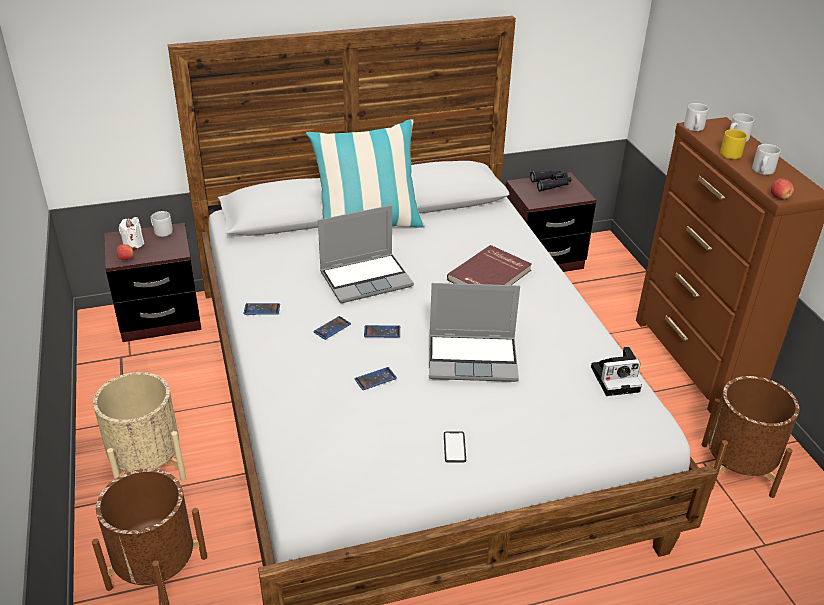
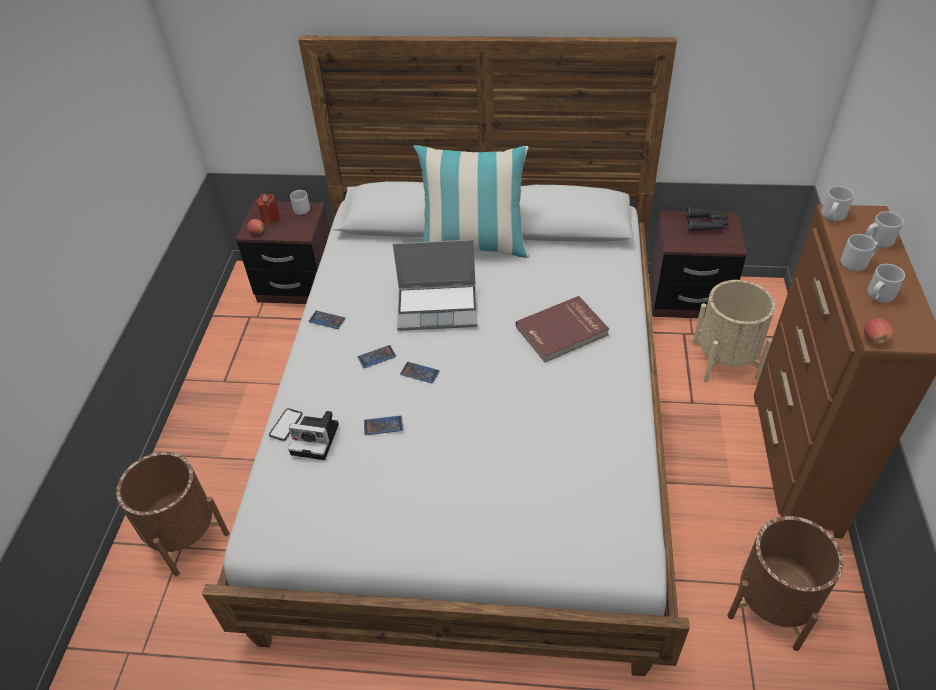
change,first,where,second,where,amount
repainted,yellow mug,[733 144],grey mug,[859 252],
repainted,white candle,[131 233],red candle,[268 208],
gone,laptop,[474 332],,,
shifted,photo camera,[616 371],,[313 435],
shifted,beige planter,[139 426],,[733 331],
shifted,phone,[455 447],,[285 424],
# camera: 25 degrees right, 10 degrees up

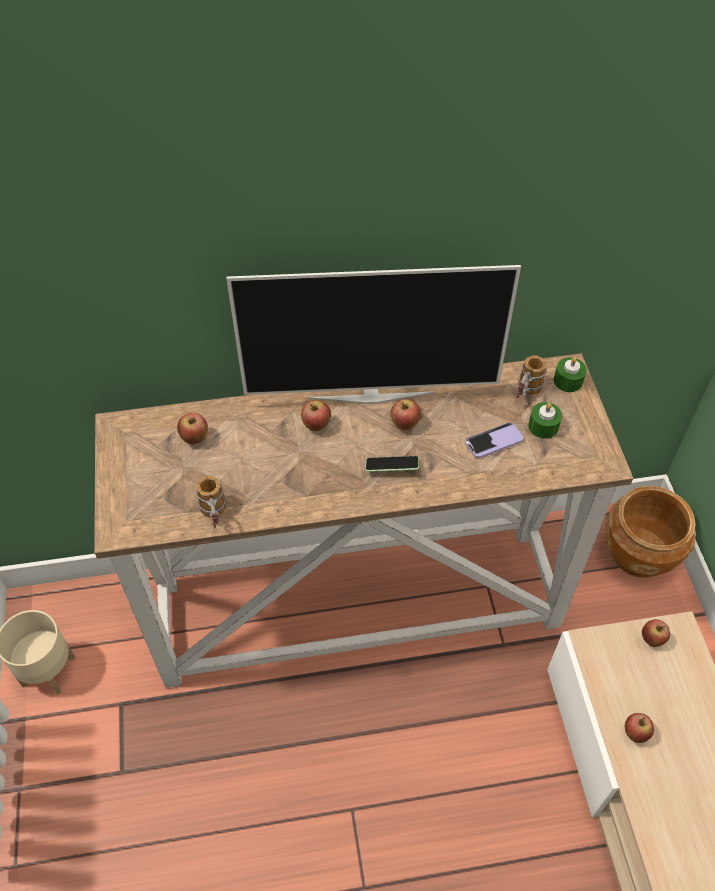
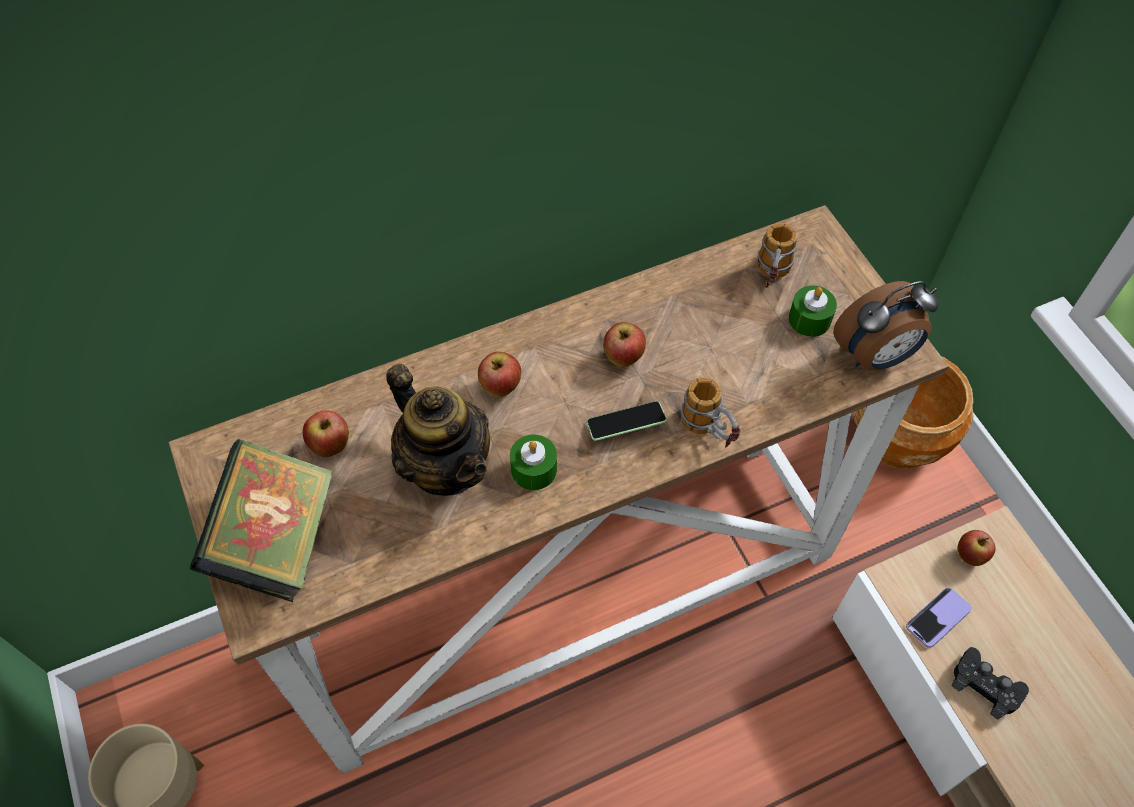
change,first,where,second,where,amount
gone,television,[373 334],,,
shifted,green candle,[570 374],,[533 462],
shifted,phone,[494 440],,[939 618],
shifted,mug,[211 502],,[711 412],
swapped,apple,[639 728],black game controller,[990 683],
new,,,alarm clock,[886 325],
new,,,teapot,[438 430],
new,,,book,[261 520],
# camera: 15 degrees left, 5 degrees up

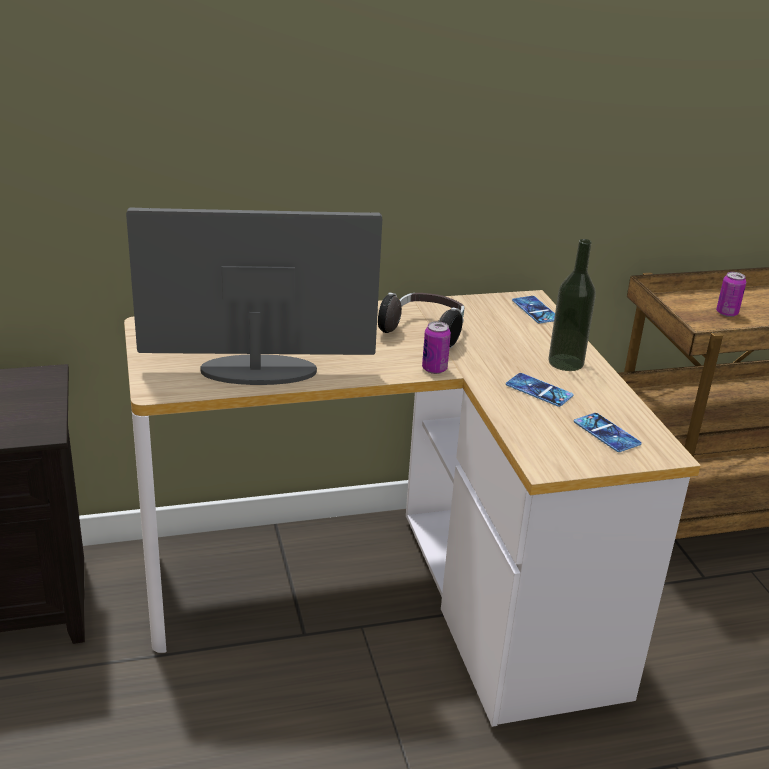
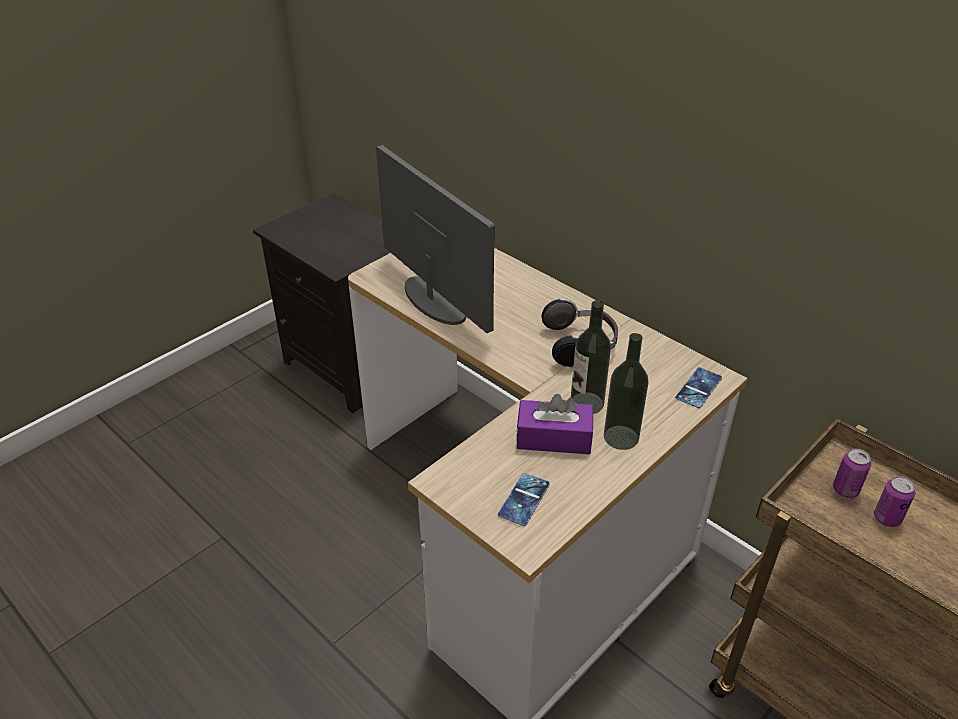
change,first,where,second,where,amount
shifted,can,[436 347],,[852 473],
swapped,phone,[540 390],purple tissue box,[555 424],
new,,,bottle,[591 357],
# camera: 60 degrees right, 10 degrees up

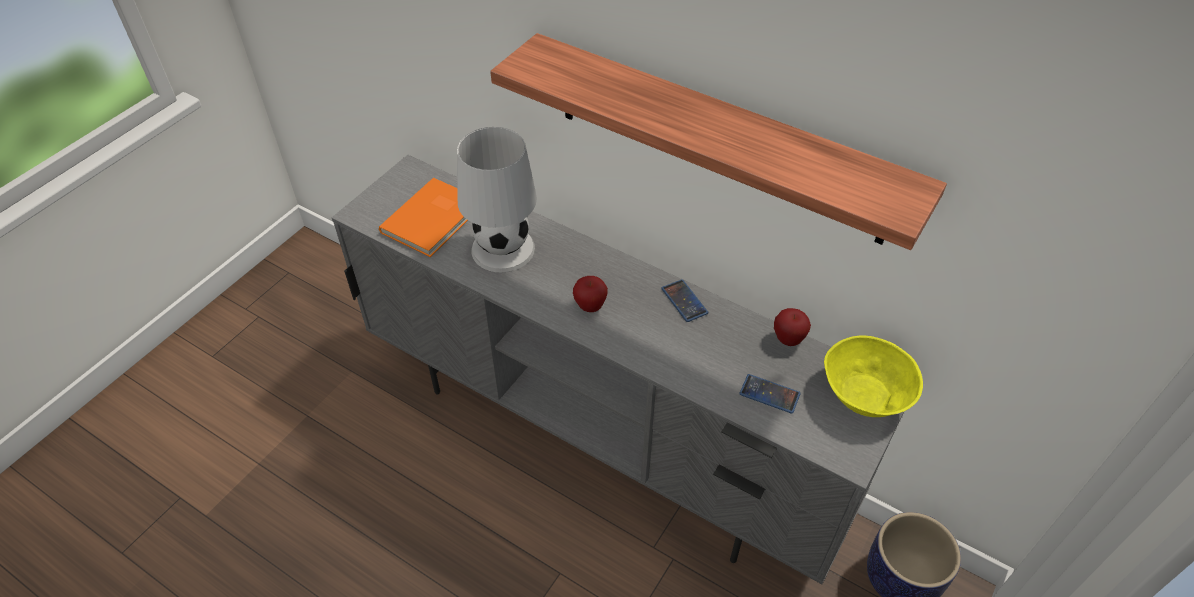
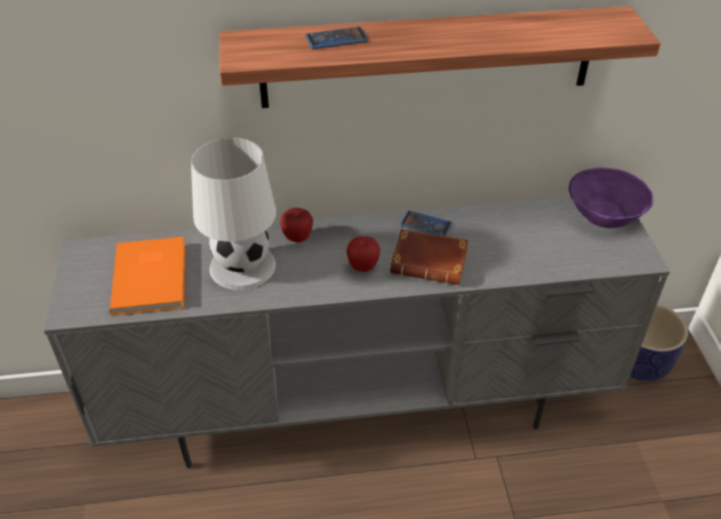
change,first,where,second,where,amount
shifted,apple,[792 327],,[296 225],
repainted,yellow bowl,[873 376],purple bowl,[611 197],
shifted,phone,[770 394],,[336 38],
new,,,brown book,[429 257],
# camera: 40 degrees left, 5 degrees down

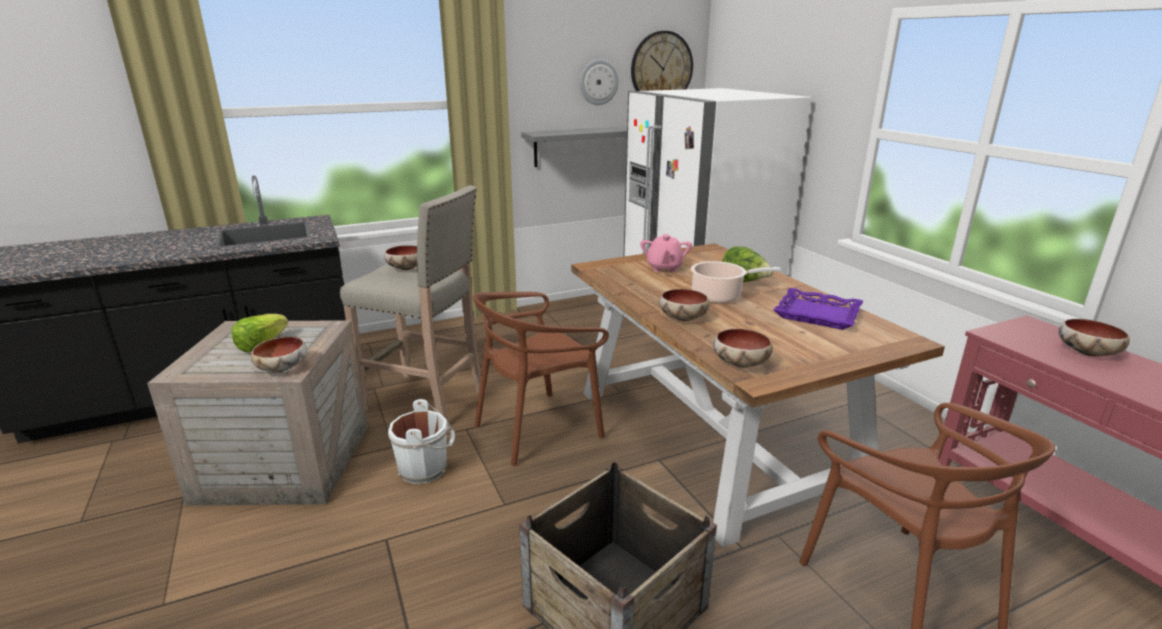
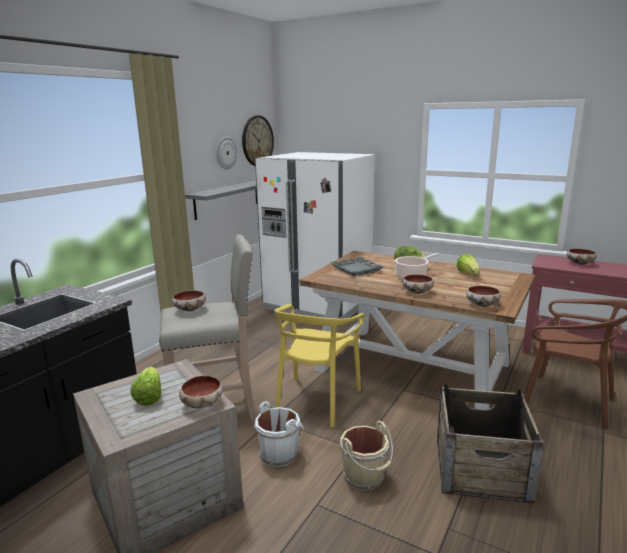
change,first,where,second,where,amount
swapped,pink teapot,[666 253],grey tray,[357 266],
swapped,purple tray,[818 309],lettuce,[468 264],
repainted,brown chair,[541 379],yellow chair,[319 365],
new,,,beige bucket,[366 456],
# camera: 35 degrees left, 5 degrees down

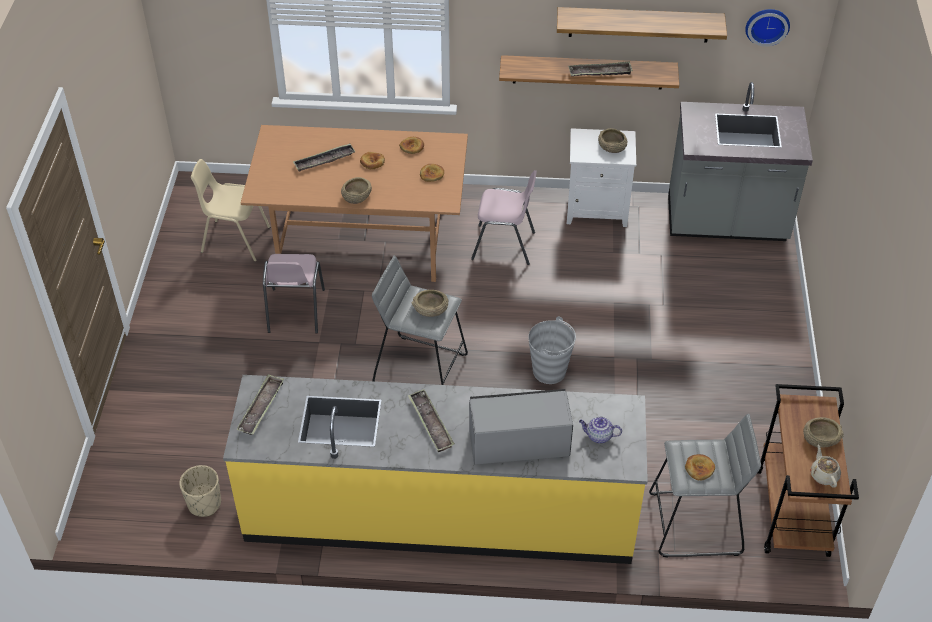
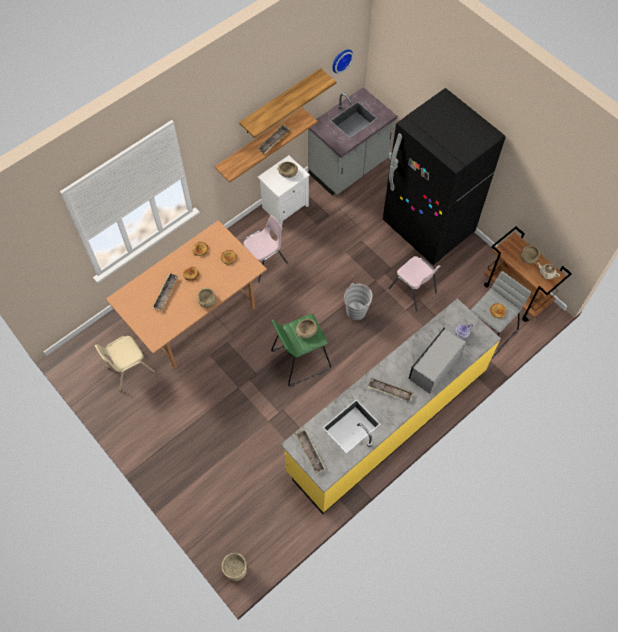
change,first,where,second,where,amount
shifted,pink chair,[294 294],,[414 283],
repainted,grey stool,[420 320],green stool,[301 350],
shifted,beige planter,[200 491],,[234 567],
new,,,black fridge,[444 176],
# camera: 45 degrees left, 15 degrees up

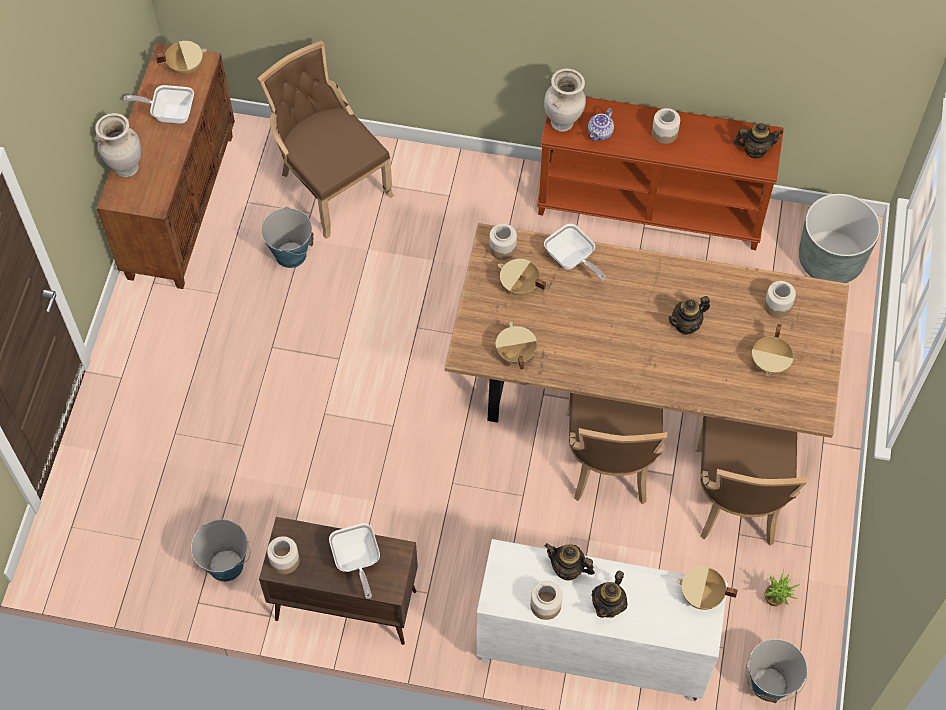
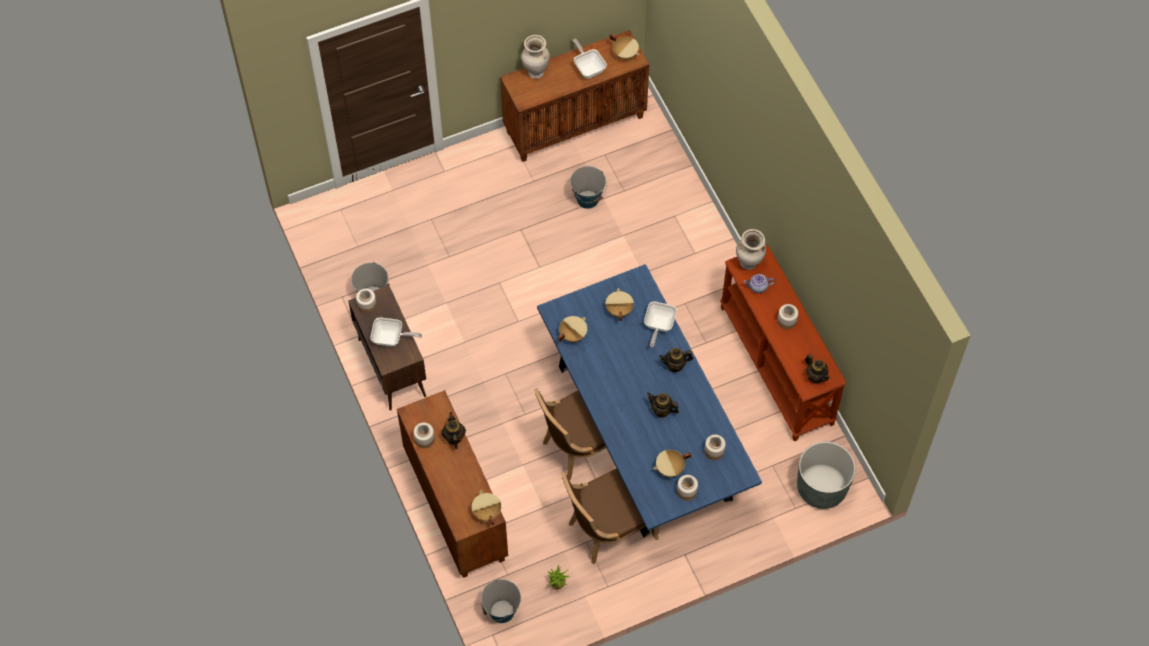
change,first,where,second,where,amount
gone,brown chair,[325 140],,,
repainted,brown dining table,[647 330],blue dining table,[649 400],
shifted,jar,[503 242],,[687 488],
rotated,frying pan,[354 561],,[396 332],120 degrees counterclockwise
repainted,white cabinet,[602 620],brown cabinet,[452 484],
shifted,teapot,[610 594],,[676 360],
# camera: 55 degrees right, 0 degrees up

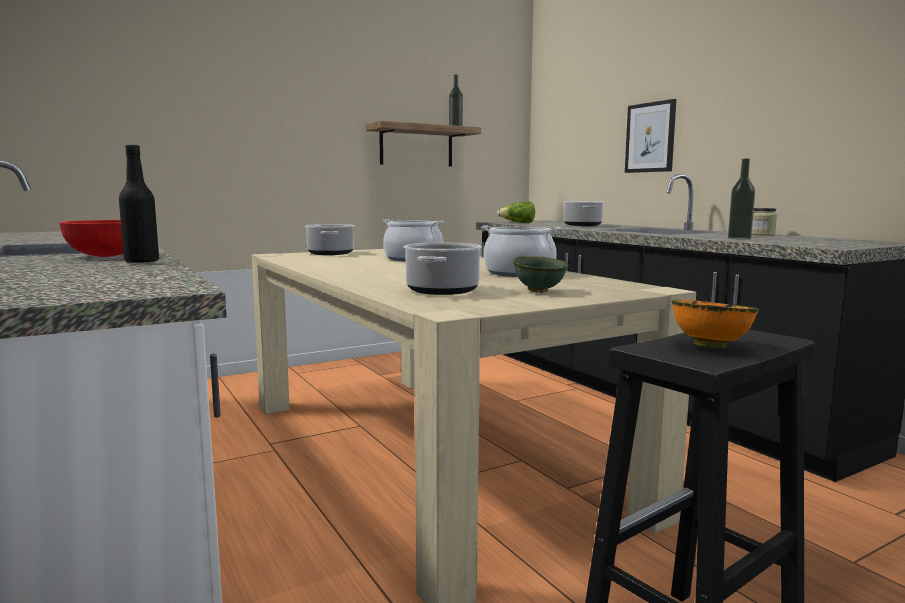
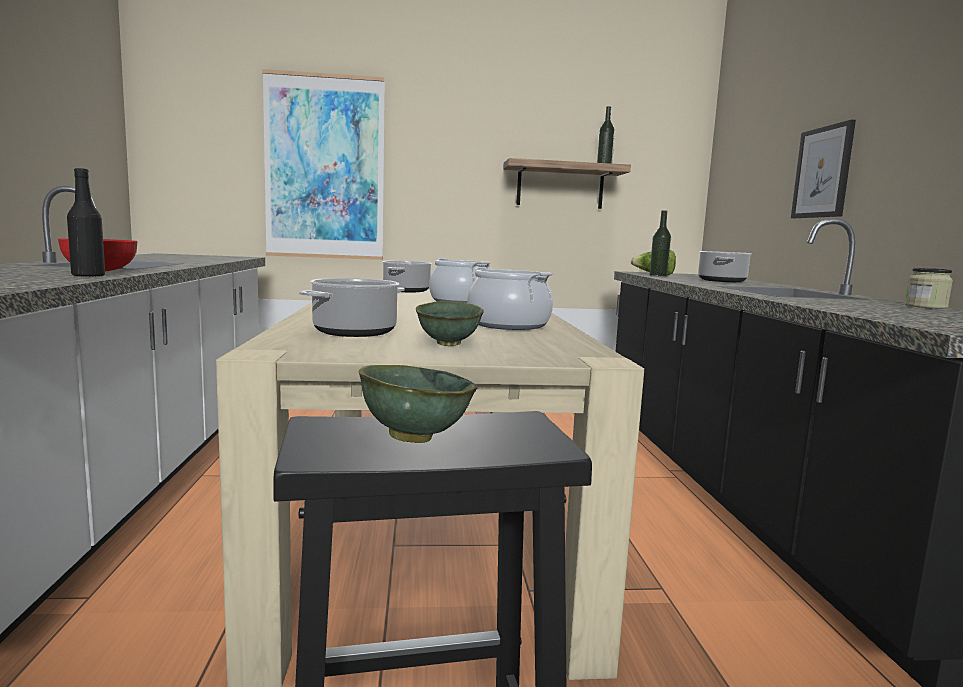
change,first,where,second,where,amount
shifted,bottle,[741 199],,[660 243],
repainted,orange bowl,[716 324],green bowl,[418 404],
new,,,picture,[323 164],
# camera: 25 degrees right, 0 degrees up

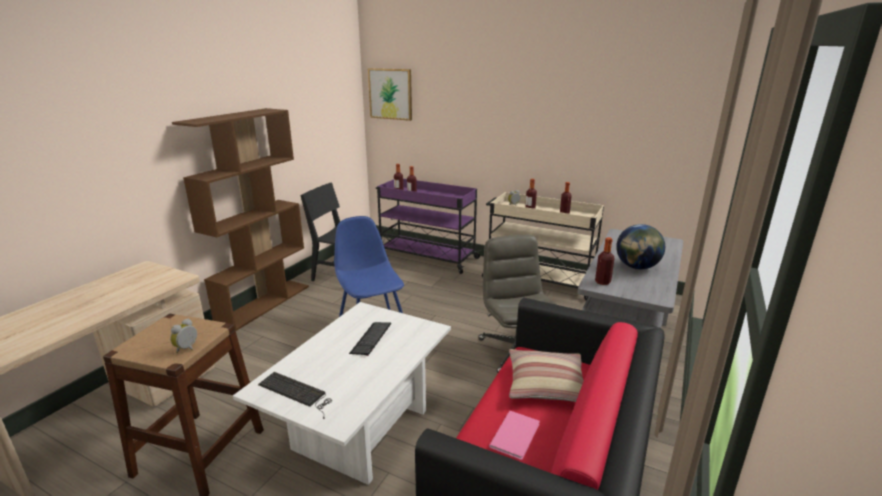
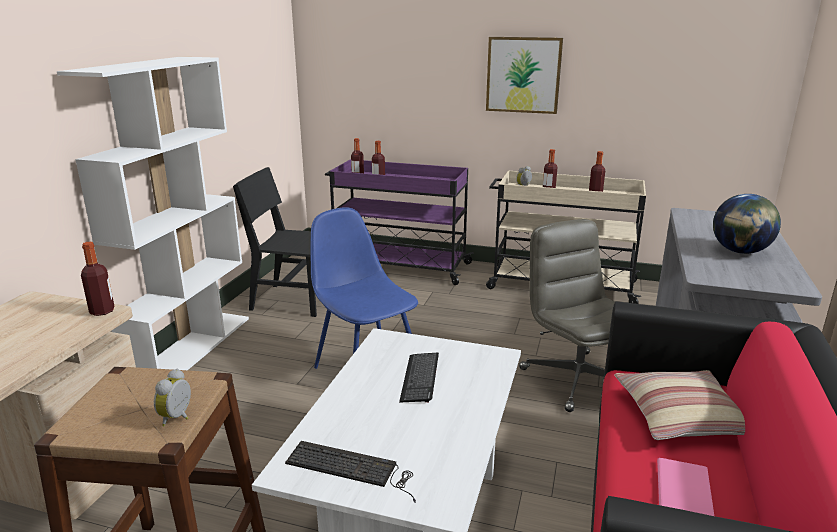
change,first,where,second,where,amount
shifted,picture,[390 94],,[524 75],
repainted,brown bookcase,[240 219],white bookcase,[153 213],
shifted,bottle,[605 261],,[98 279],
# camera: 10 degrees left, 0 degrees up

